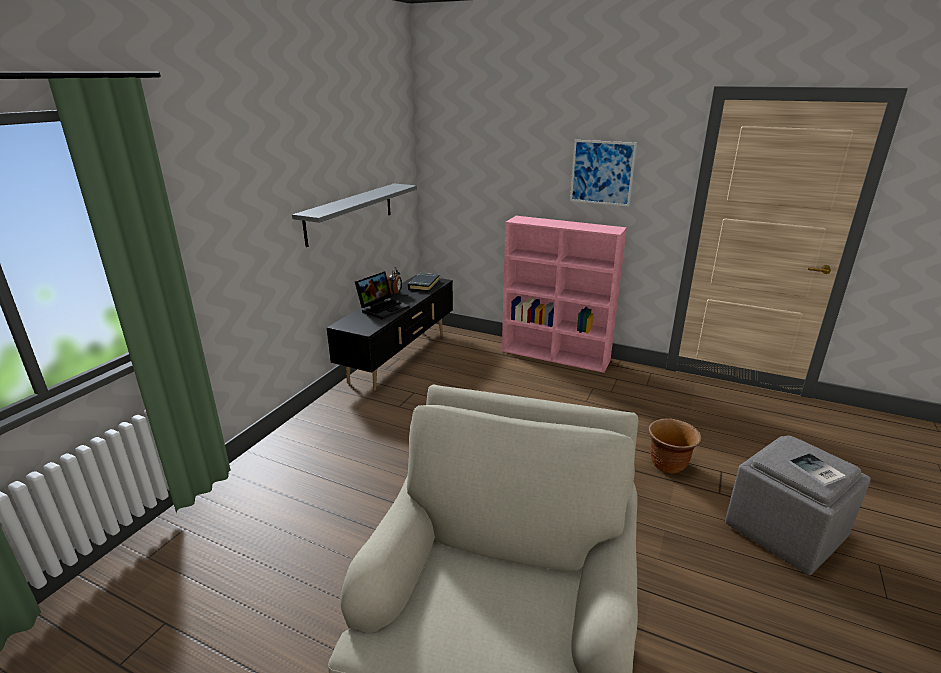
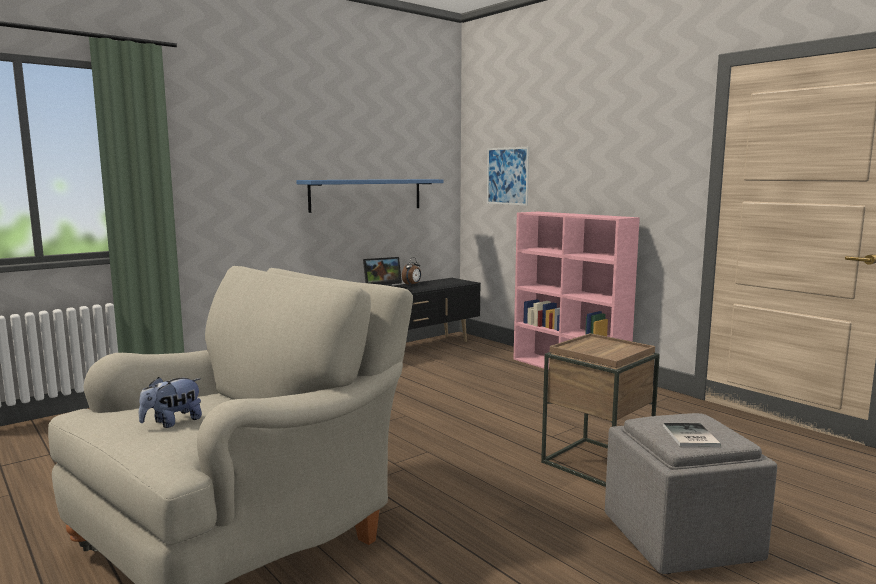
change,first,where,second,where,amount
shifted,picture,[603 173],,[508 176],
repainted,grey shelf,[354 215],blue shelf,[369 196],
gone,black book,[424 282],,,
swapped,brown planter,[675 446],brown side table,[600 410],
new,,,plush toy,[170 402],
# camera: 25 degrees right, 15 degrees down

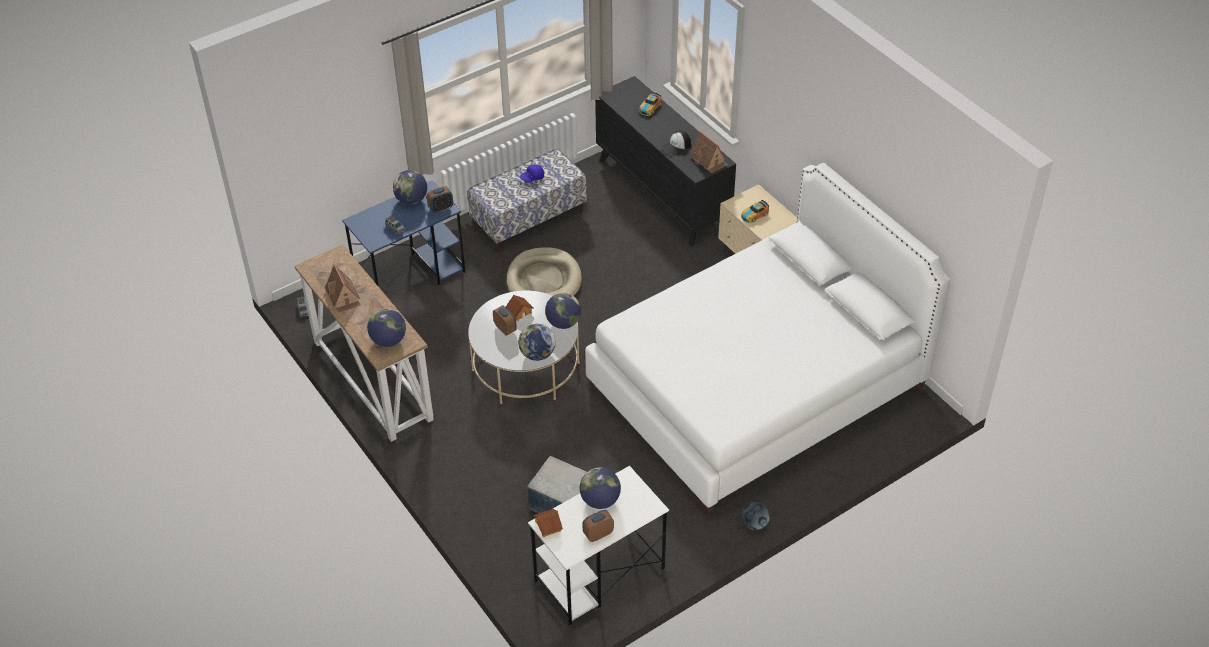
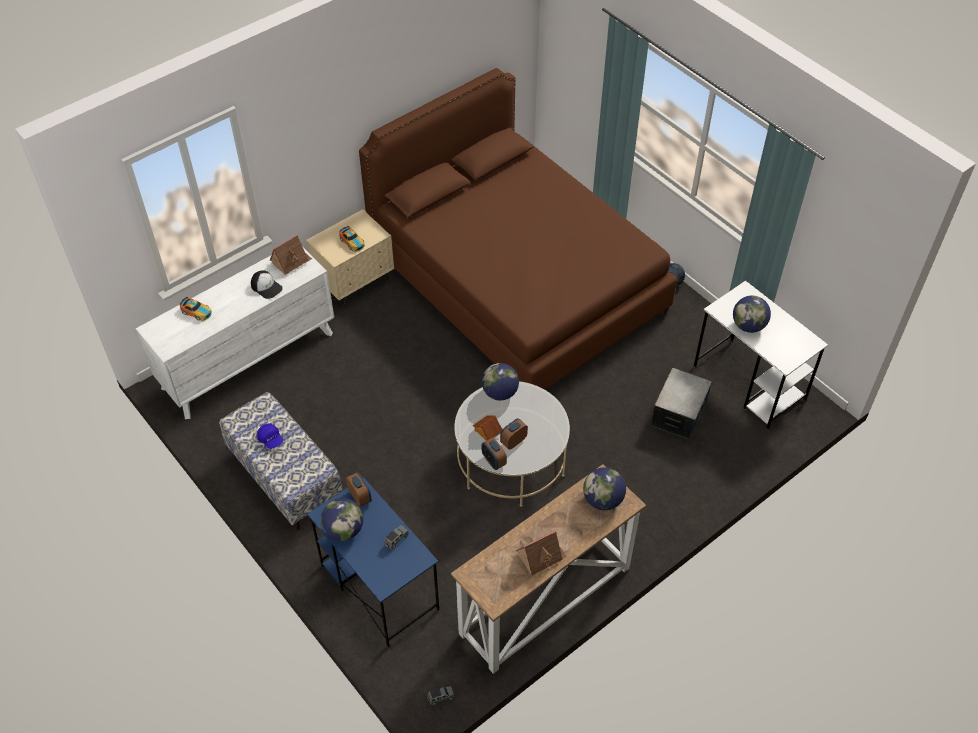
change,first,where,second,where,amount
repainted,black dresser,[665 161],white dresser,[235 332],
repainted,white bed,[767 338],brown bed,[518 228],
gone,beige dog bed,[544 271],,,
gone,globe,[537 342],,,
gone,toy house,[548 523],,,
shifted,alarm clock,[598 526],,[494 453],
# camera: 95 degrees left, 5 degrees up

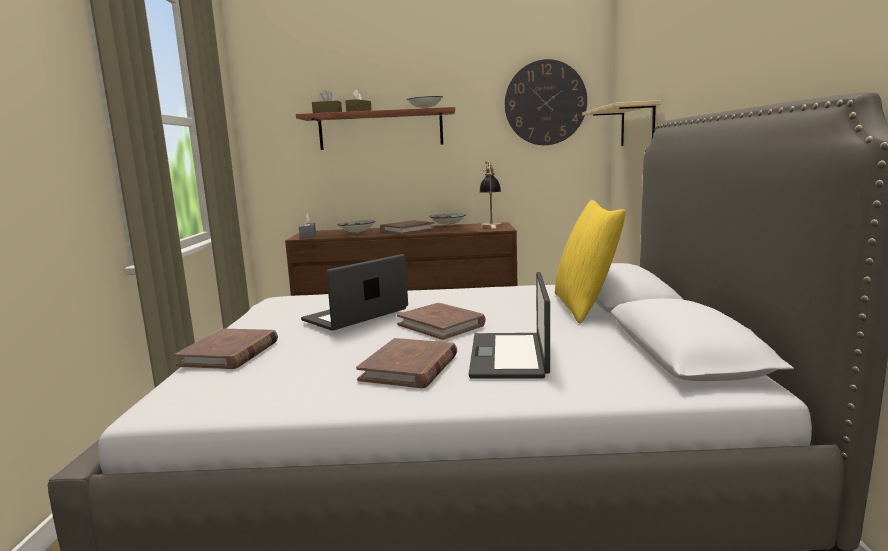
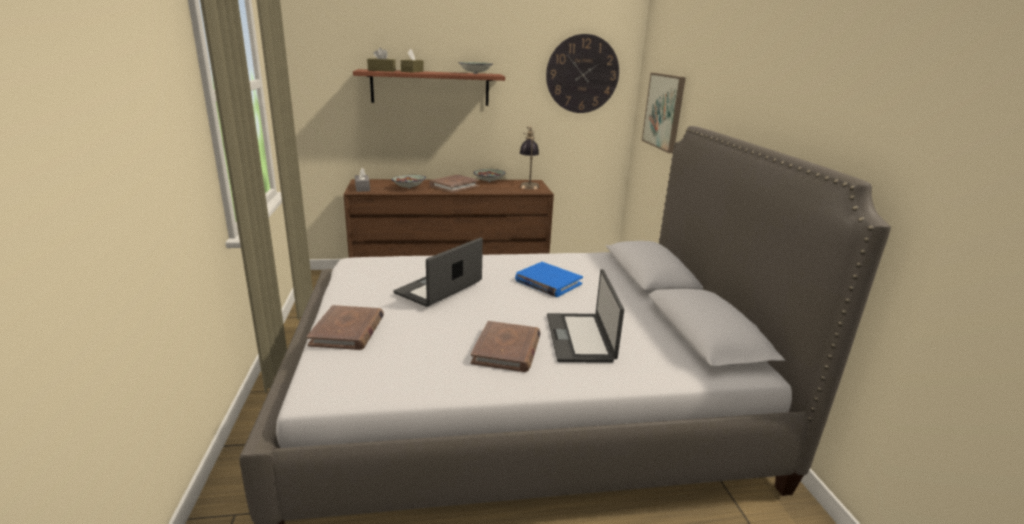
change,first,where,second,where,amount
swapped,beige shelf,[622 123],picture,[664 113],
gone,yellow pillow,[590 262],,,
gone,brown book,[441 321],,,
new,,,blue book,[549 279],
# camera: 10 degrees left, 10 degrees up

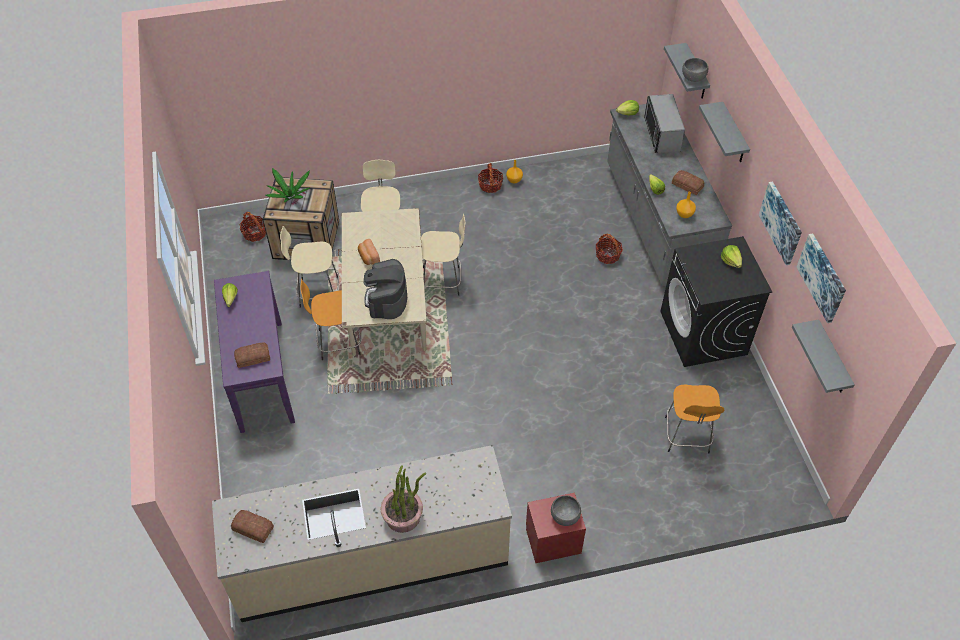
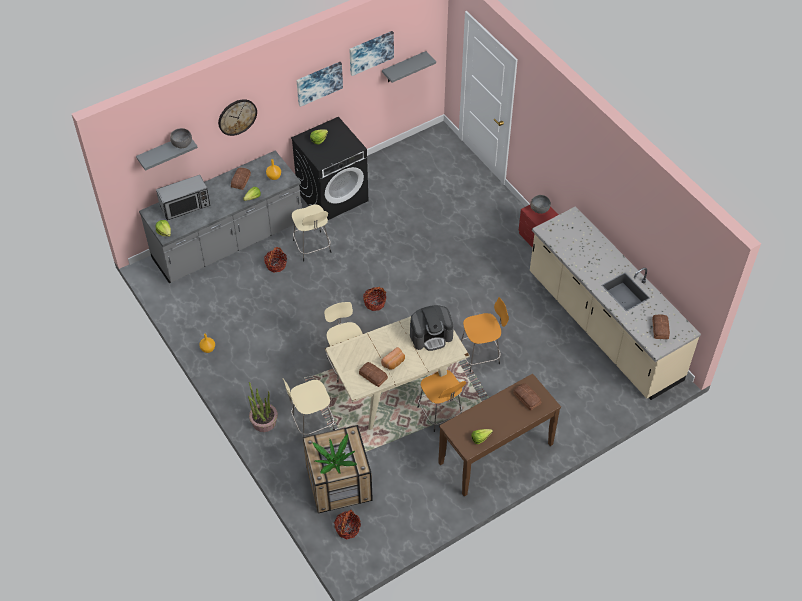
change,first,where,second,where,amount
swapped,grey shelf,[724 132],wall clock,[237 117],
shifted,basket,[490 178],,[374 299],
shifted,beige stool,[309 267],,[311 233],
repainted,purple console table,[254 352],brown console table,[499 435],
shifted,orange stool,[694 419],,[485 334],
shifted,potted plant,[403 499],,[263 407],
new,,,bread,[373 374],
# camera: 110 degrees left, 0 degrees up

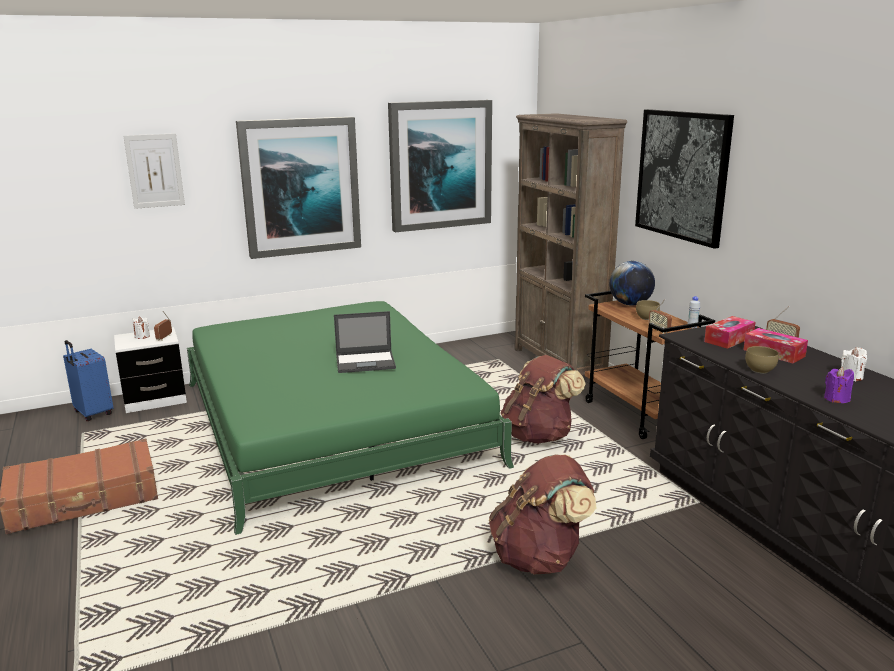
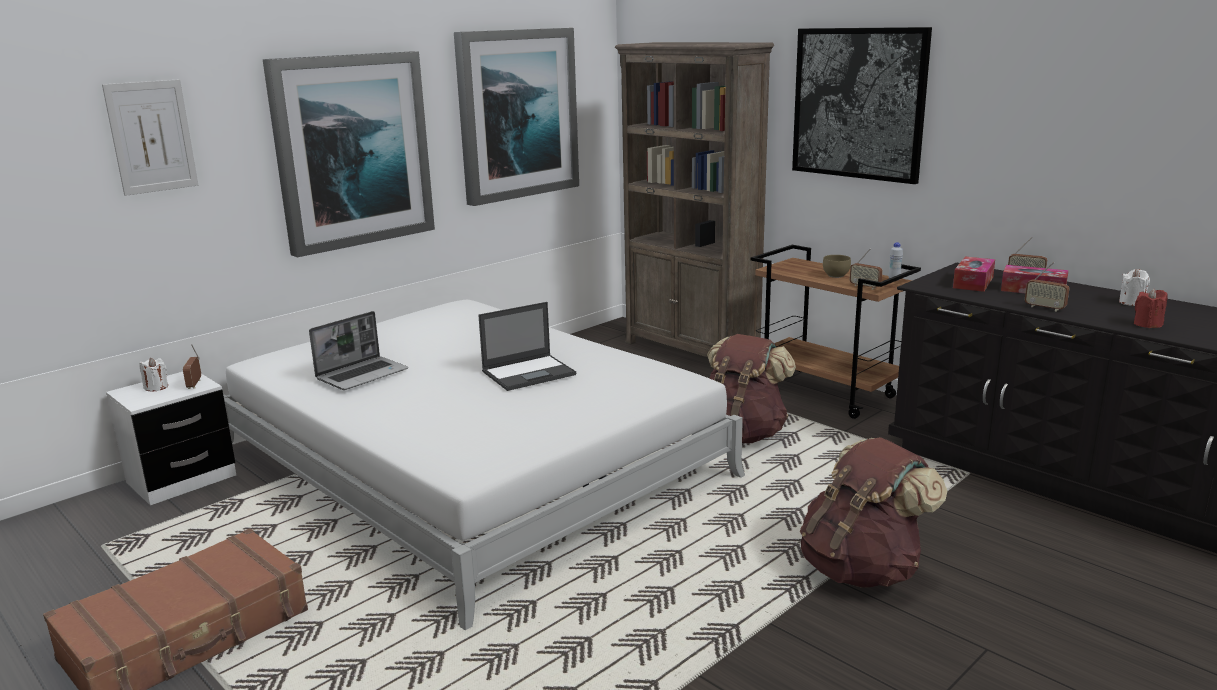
change,first,where,second,where,amount
gone,globe,[632 283],,,
repainted,green bed,[350 418],white bed,[484 465],
gone,blue suitcase,[88 380],,,
swapped,brown bowl,[762 359],radio,[1047 286],
repainted,purple candle,[839 385],red candle,[1151 308],
new,,,laptop,[358 350],
# camera: 20 degrees left, 0 degrees up

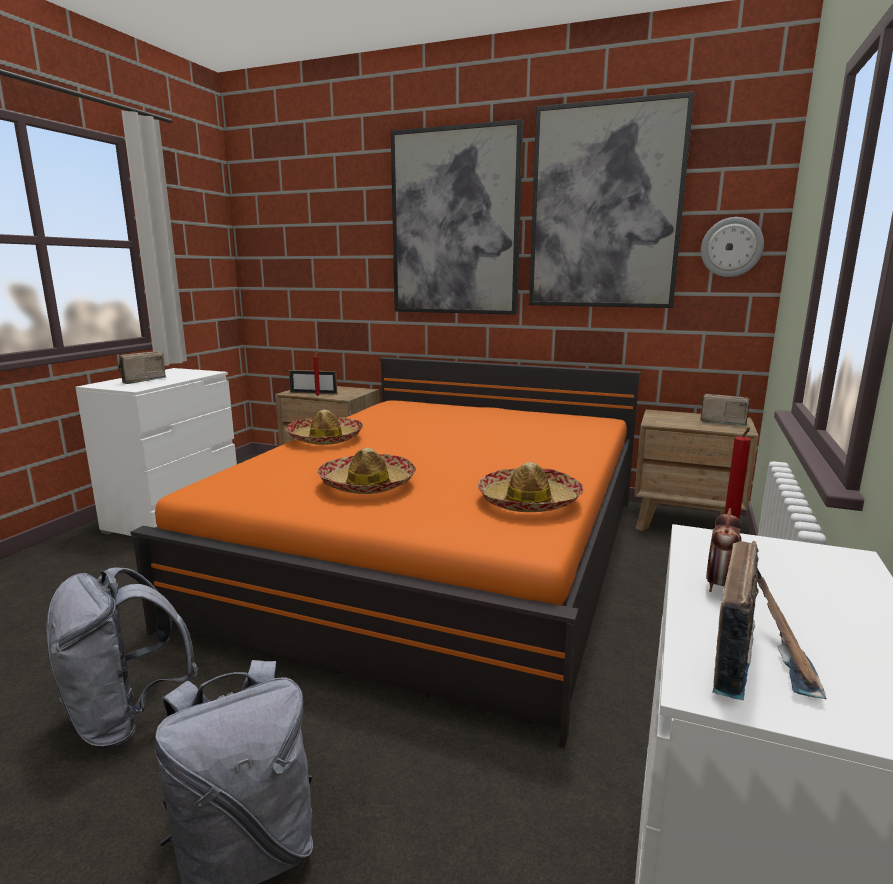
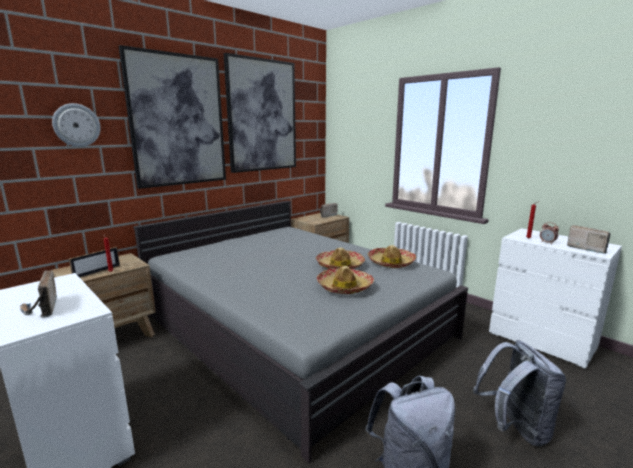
change,first,where,second,where,amount
shifted,wall clock,[732 247],,[76 125],
repainted,orange bed,[386 552],grey bed,[300 332],
shifted,hat,[324 427],,[340 258],
# camera: 65 degrees left, 0 degrees up

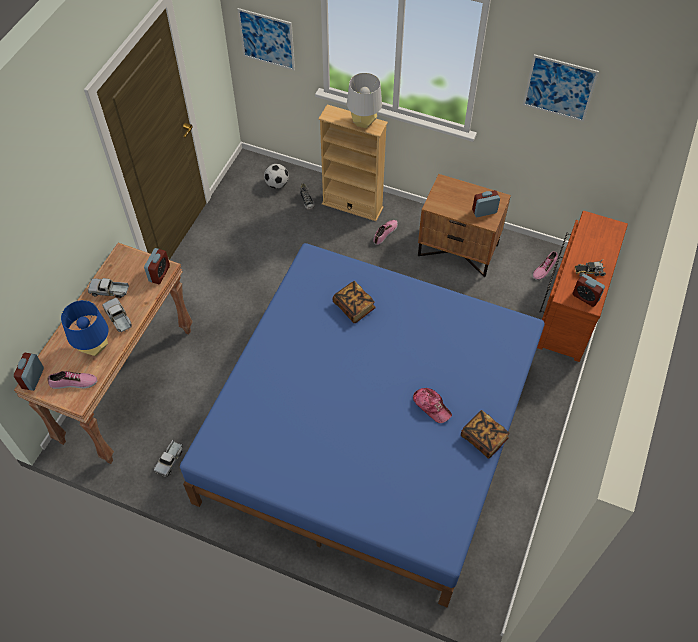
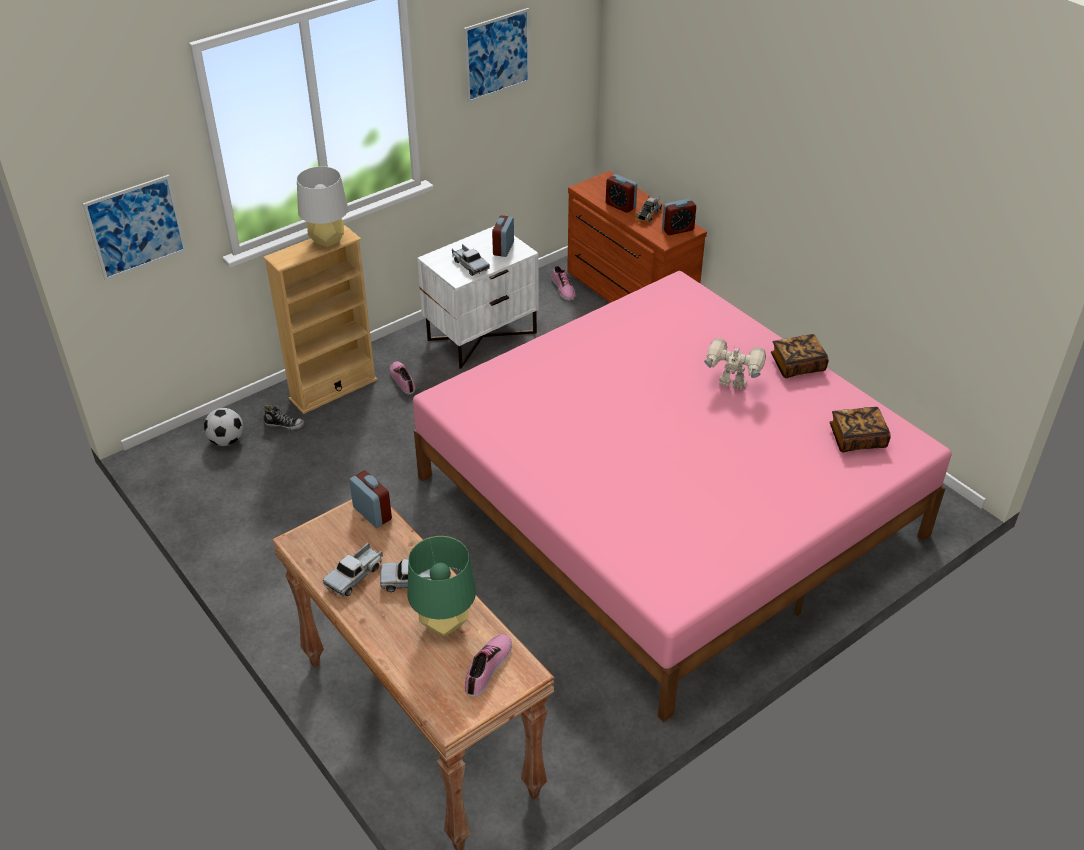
change,first,where,second,where,amount
repainted,brown nightstand,[464 226],white nightstand,[478 297],
repainted,blue bed,[362 425],pink bed,[682 496],
shifted,book,[354 302],,[860 429],
repainted,blue table lamp,[84 328],green table lamp,[441 586],
shifted,alarm clock,[29 372],,[621 193],
swapped,cap,[432 405],toy robot,[735 364],
shifted,toy truck,[168 458],,[471 260],
# camera: 60 degrees left, 15 degrees down

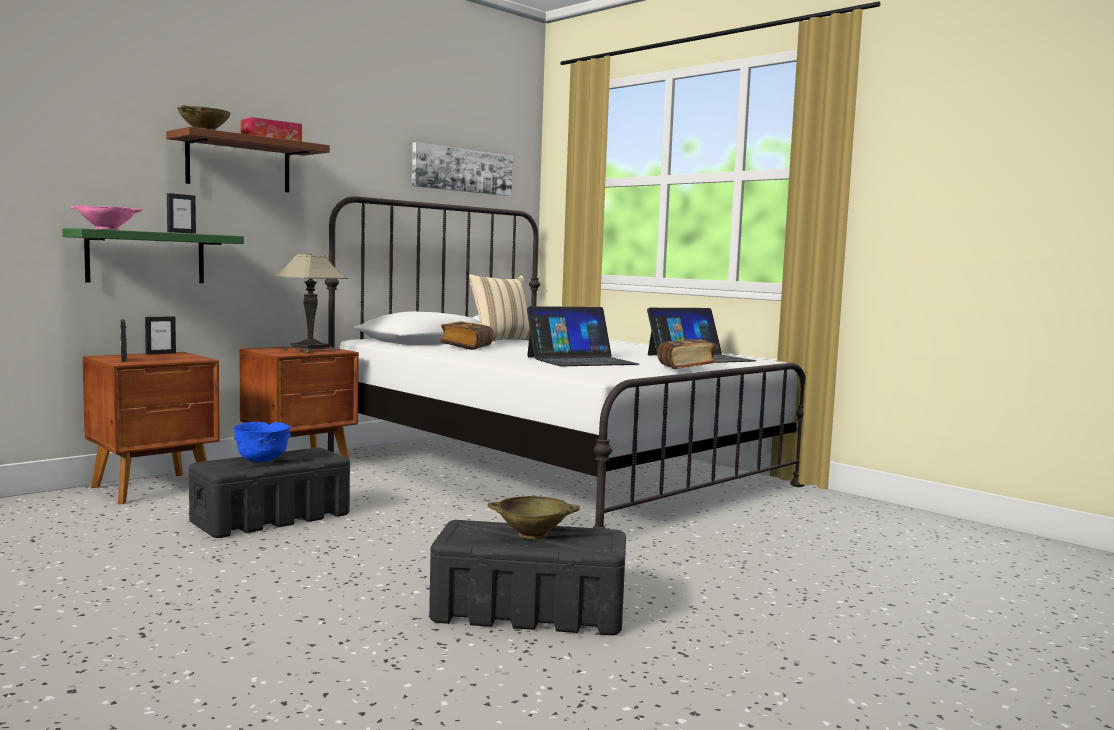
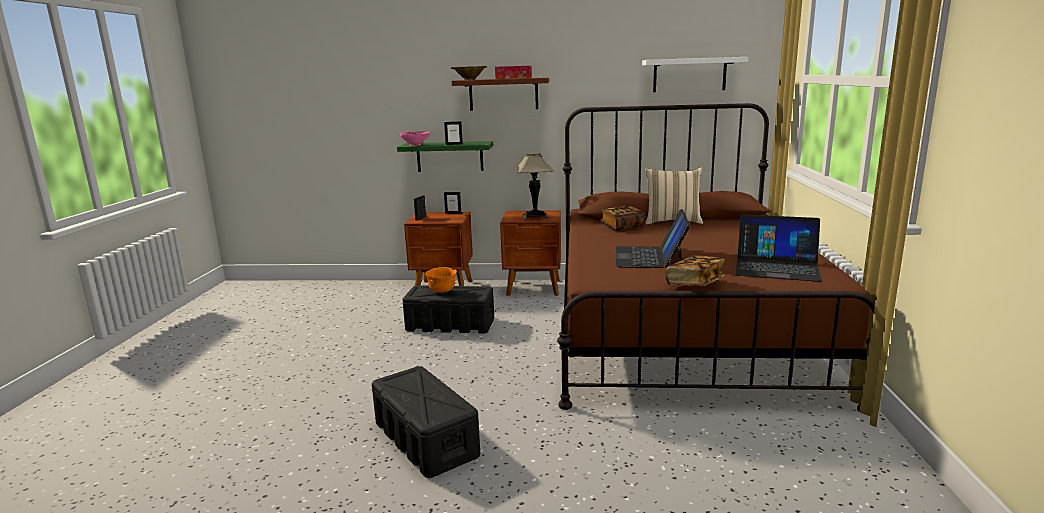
change,first,where,second,where,amount
swapped,picture,[462 169],white shelf,[695 74],
repainted,white bed,[565 362],brown bed,[716 257],
rotated,laptop,[583 336],,[653 238],75 degrees clockwise
repainted,blue bowl,[262 442],orange bowl,[441 280],
gone,beige bowl,[534 517],,,
# camera: 50 degrees right, 10 degrees up

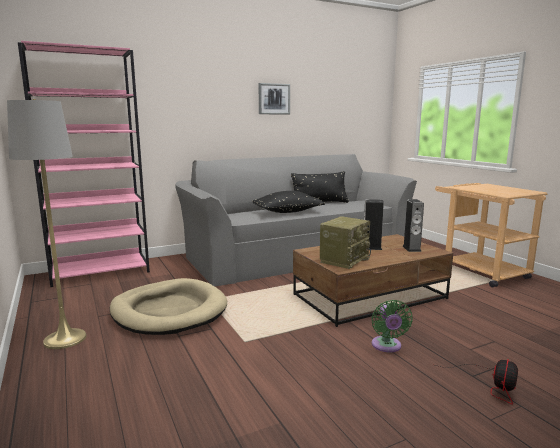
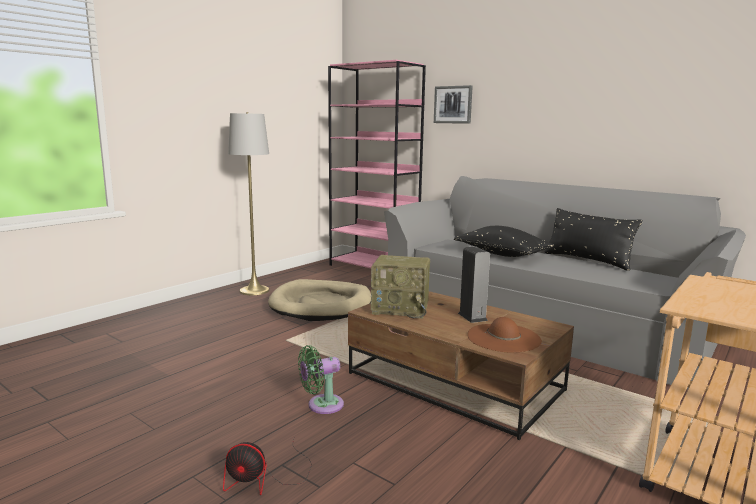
change,first,where,second,where,amount
shifted,picture,[274 98],,[453 104],
swapped,speaker,[413 225],brown hat,[504 334],
# camera: 65 degrees right, 0 degrees up

